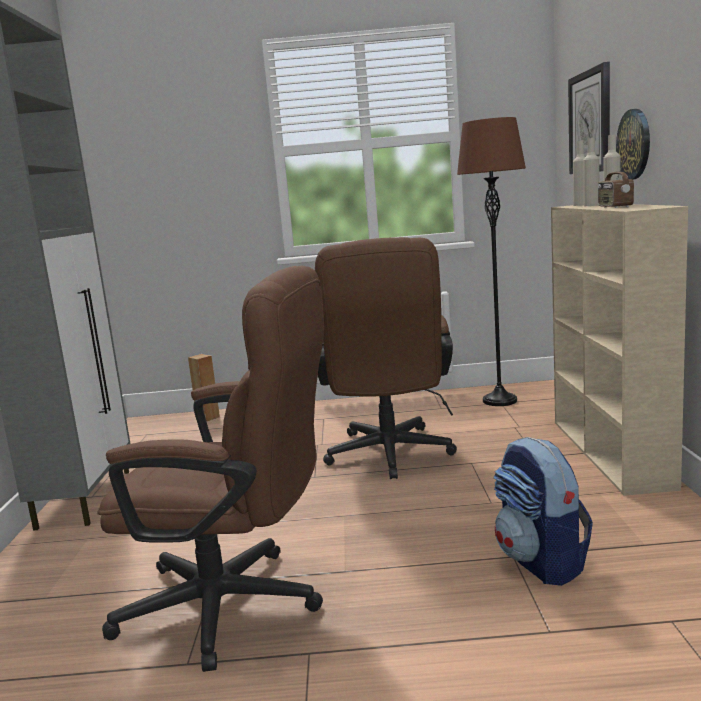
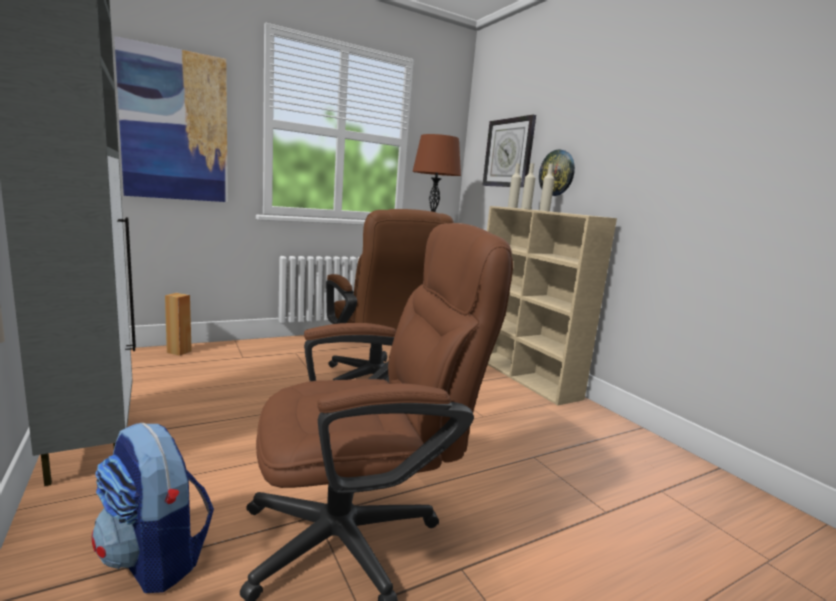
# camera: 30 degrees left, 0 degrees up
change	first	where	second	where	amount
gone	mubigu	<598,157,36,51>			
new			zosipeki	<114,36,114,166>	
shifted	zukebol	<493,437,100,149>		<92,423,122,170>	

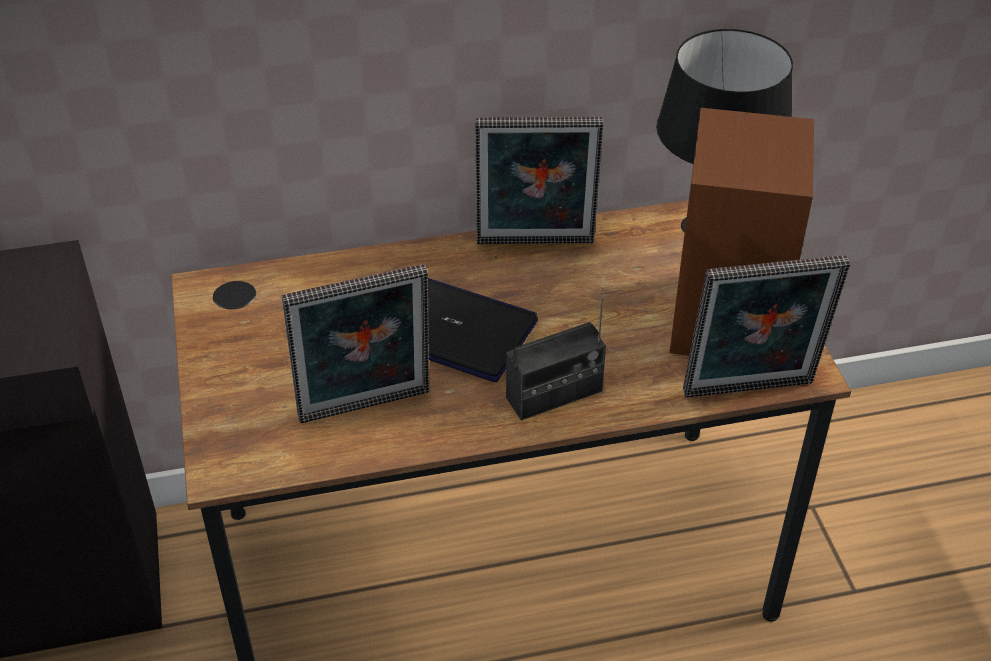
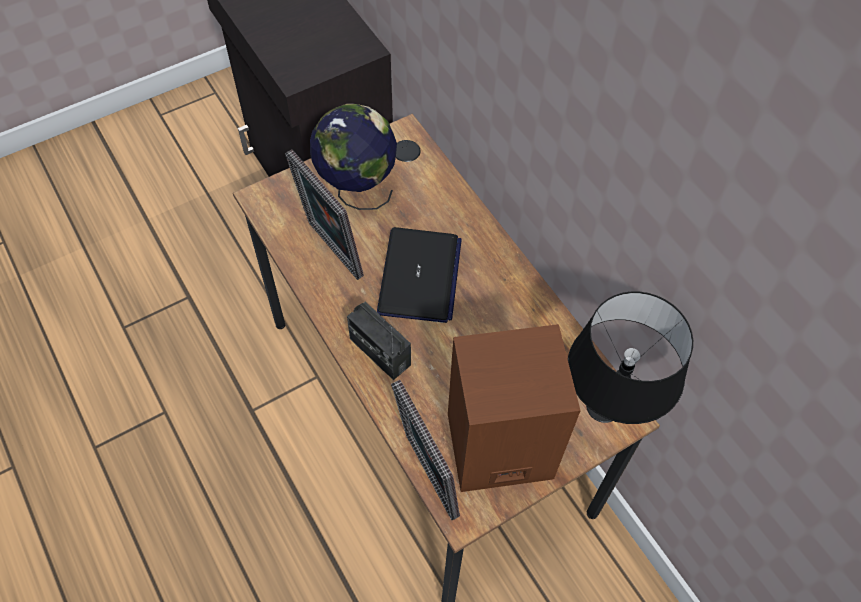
# camera: 70 degrees right, 15 degrees up
change	first	where	second	where	amount
gone	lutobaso	<475,117,128,127>			
new			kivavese	<310,104,87,106>	

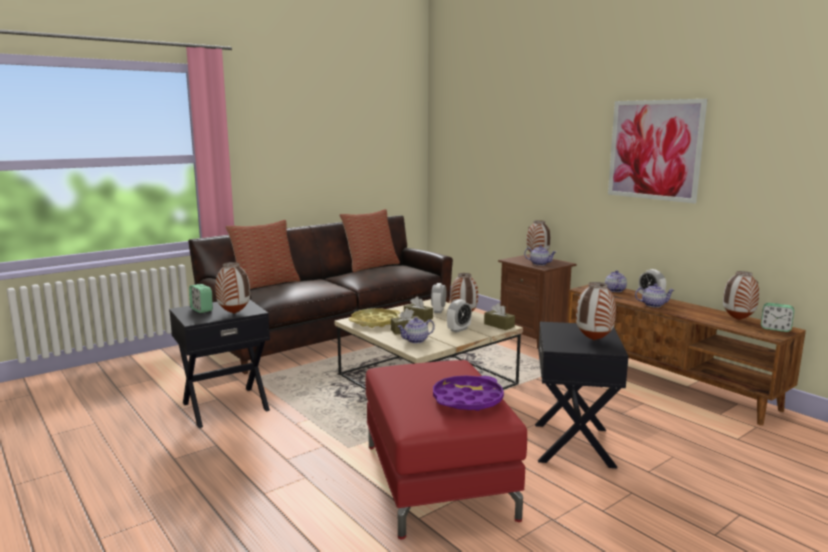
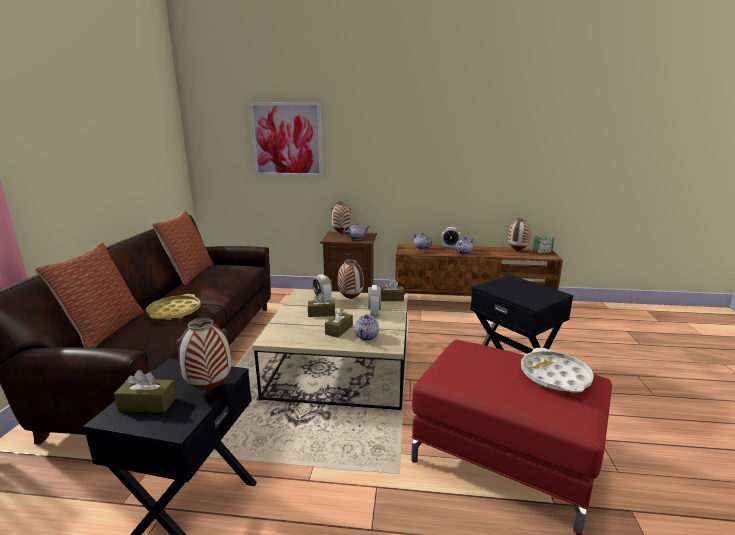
# camera: 45 degrees left, 5 degrees up
change	first	where	second	where	amount
gone	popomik	<576,282,40,58>			
shifted	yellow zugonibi	<349,308,51,20>		<146,294,55,26>	
shifted	zosipeki	<608,99,99,104>		<249,102,74,75>	
swapped	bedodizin	<189,284,24,29>	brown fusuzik	<114,370,63,43>	
repainted	purple zugonibi	<433,376,71,35>	white zugonibi	<521,348,73,45>	

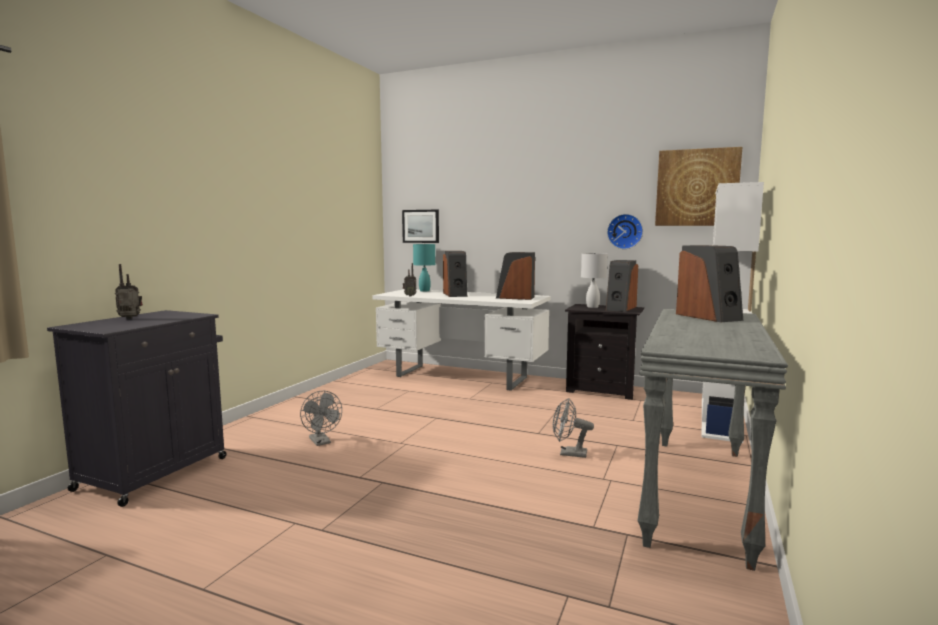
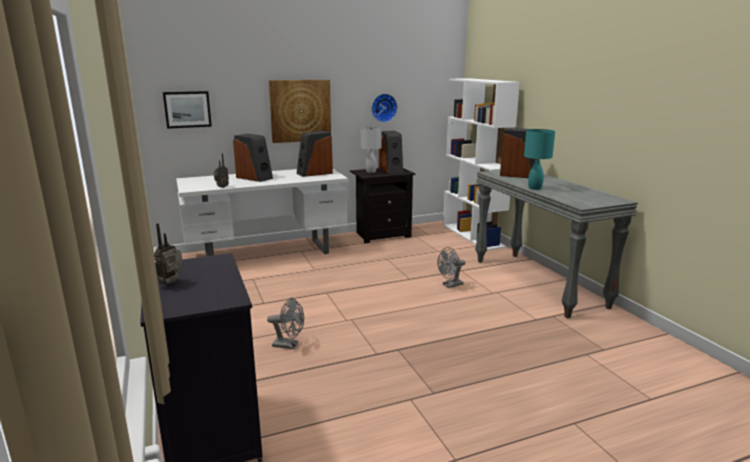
# camera: 45 degrees left, 10 degrees up
change	first	where	second	where	amount
shifted	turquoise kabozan	<413,243,22,48>		<524,129,31,61>	
shifted	zosipeki	<655,147,87,79>		<269,80,62,63>	

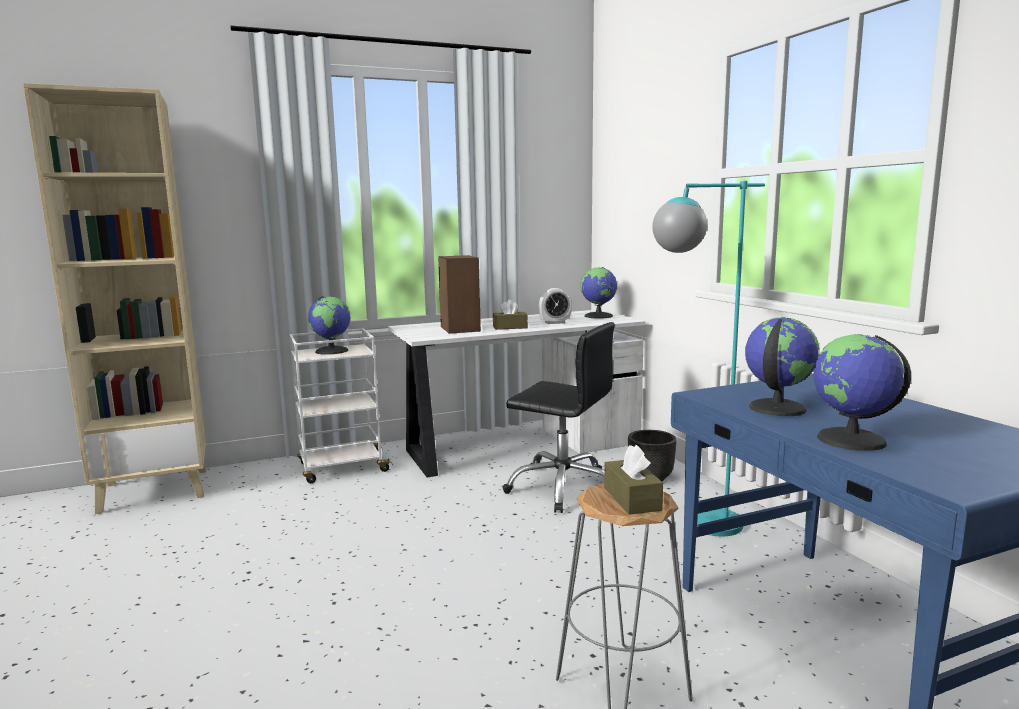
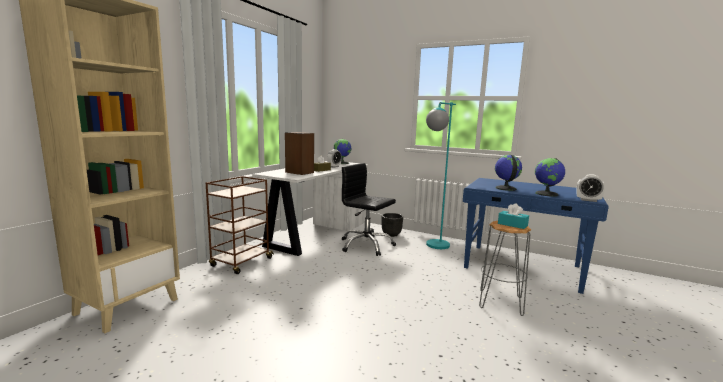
# camera: 40 degrees left, 0 degrees up
change	first	where	second	where	amount
gone	kivavese	<308,296,43,59>			
new			bedodizin	<576,174,29,28>	
repainted	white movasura	<289,328,104,155>	brown movasura	<206,176,68,98>	
repainted	brown fusuzik	<604,445,59,70>	turquoise fusuzik	<498,203,31,26>	
rotated	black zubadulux	<502,322,113,191>		<342,163,54,93>	135 degrees counterclockwise

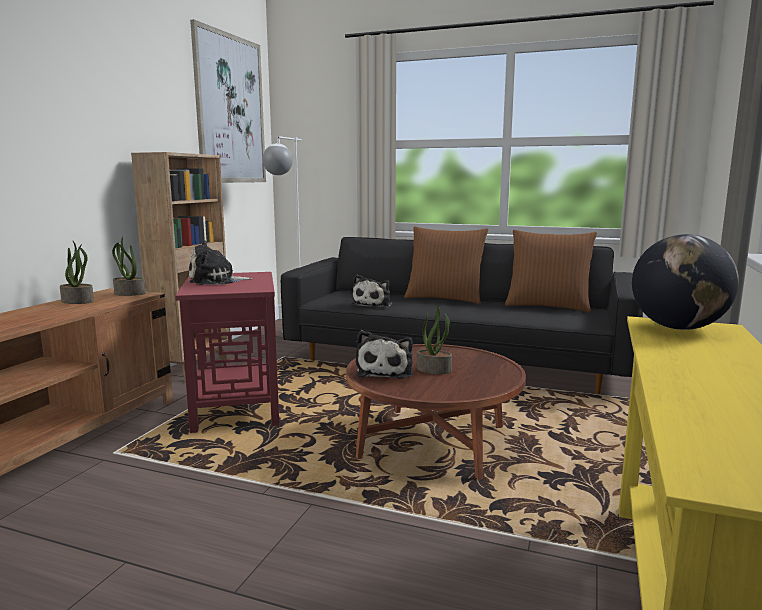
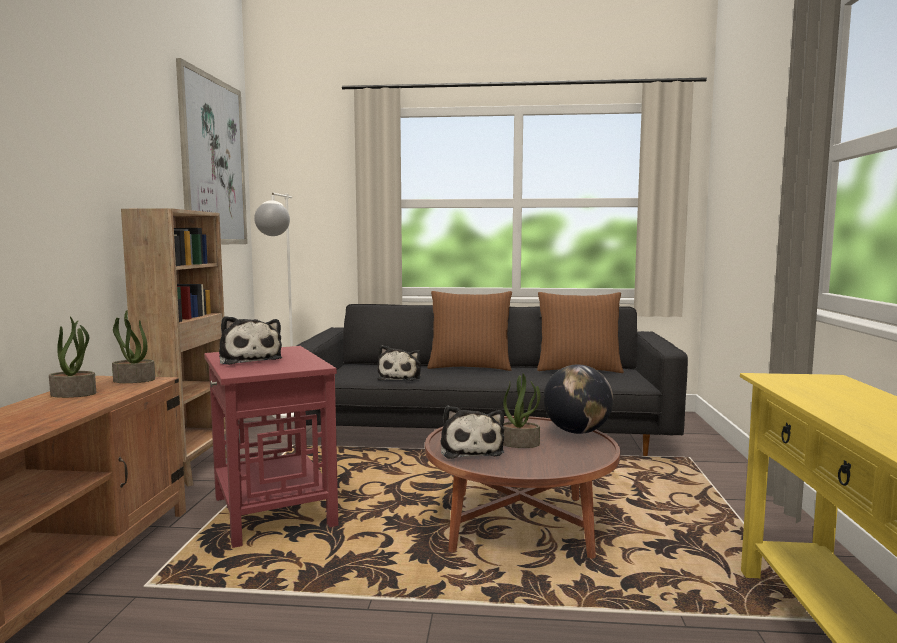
# camera: 15 degrees left, 5 degrees down
change	first	where	second	where	amount
shifted	kivavese	<632,234,107,96>		<544,364,69,70>	
rotated	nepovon	<189,240,64,45>		<219,316,63,49>	90 degrees counterclockwise

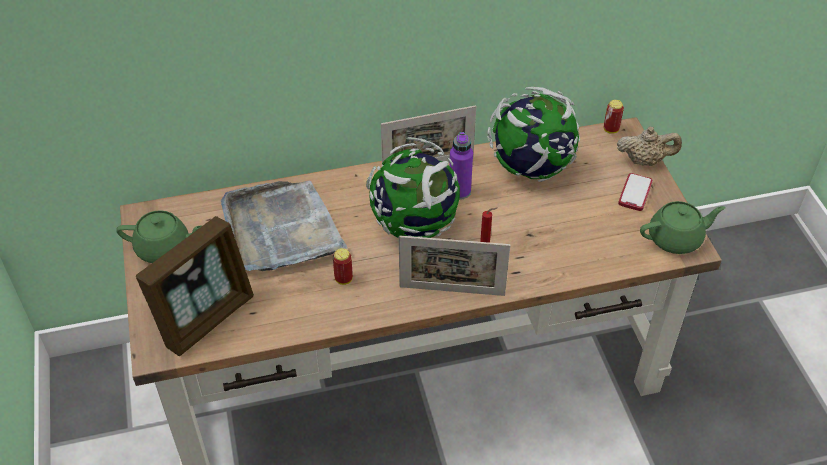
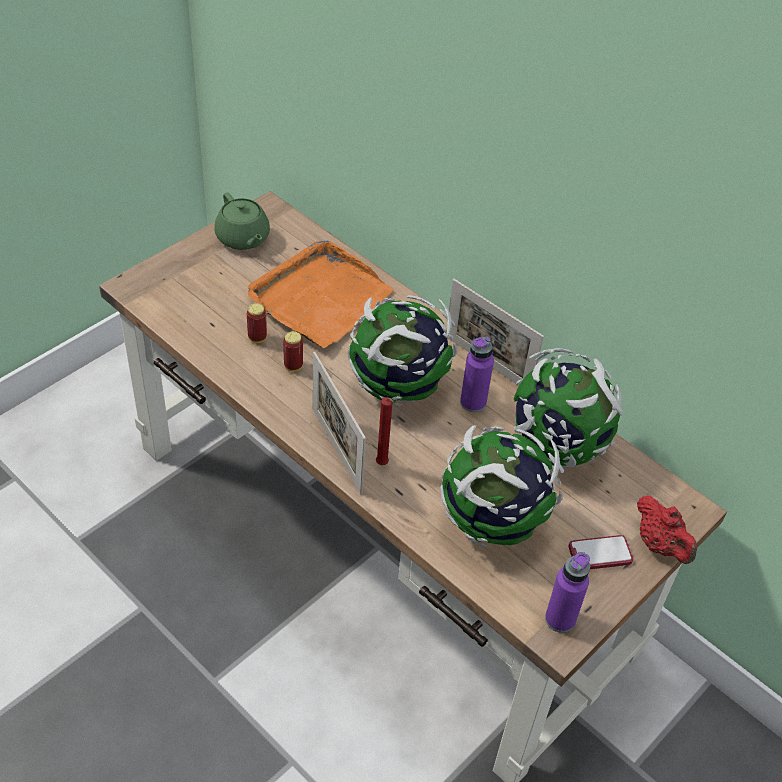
# camera: 55 degrees right, 0 degrees up
change	first	where	second	where	amount
gone	lutobaso	<136,216,118,140>			
new			kivavese	<440,425,124,122>	
shifted	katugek	<604,100,20,34>		<247,303,20,40>	
swapped	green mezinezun	<640,201,85,53>	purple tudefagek	<545,552,45,81>	
repainted	grey zugonibi	<221,181,127,90>	orange zugonibi	<248,241,145,107>	
repainted	beige mezinezun	<617,127,65,39>	red mezinezun	<637,496,60,68>	

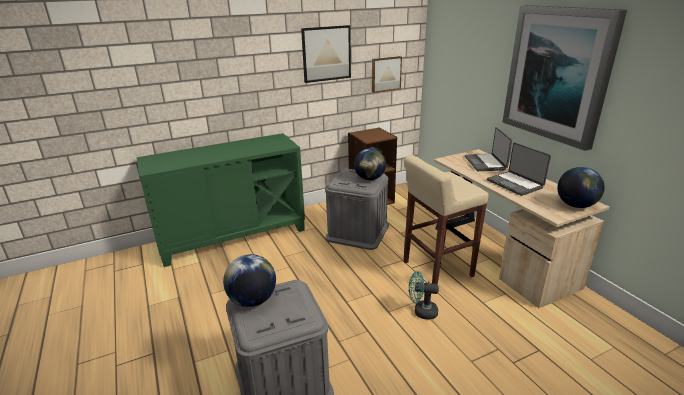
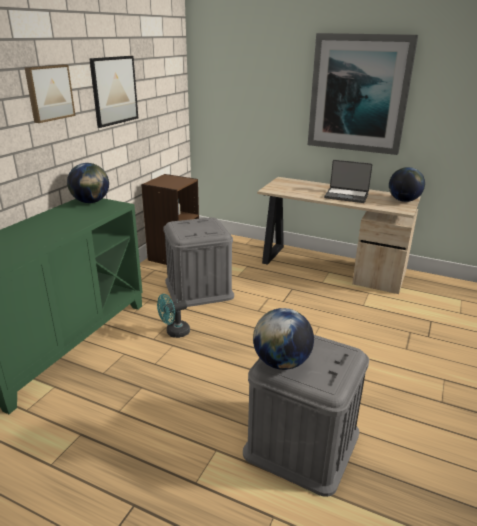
# camera: 40 degrees left, 0 degrees up
change	first	where	second	where	amount
gone	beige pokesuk	<403,155,86,129>			
gone	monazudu	<465,127,47,44>			
shifted	kivavese	<354,148,32,32>		<67,163,42,40>	
shifted	zosipeki	<372,56,30,37>		<25,64,50,59>	
shifted	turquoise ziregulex	<409,271,30,49>		<157,294,33,44>	

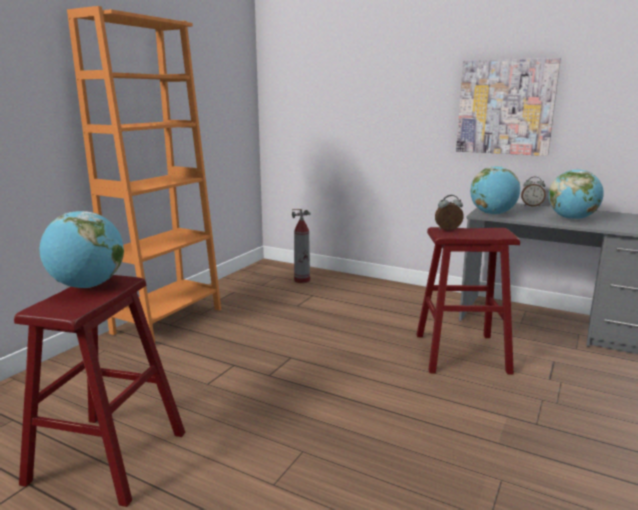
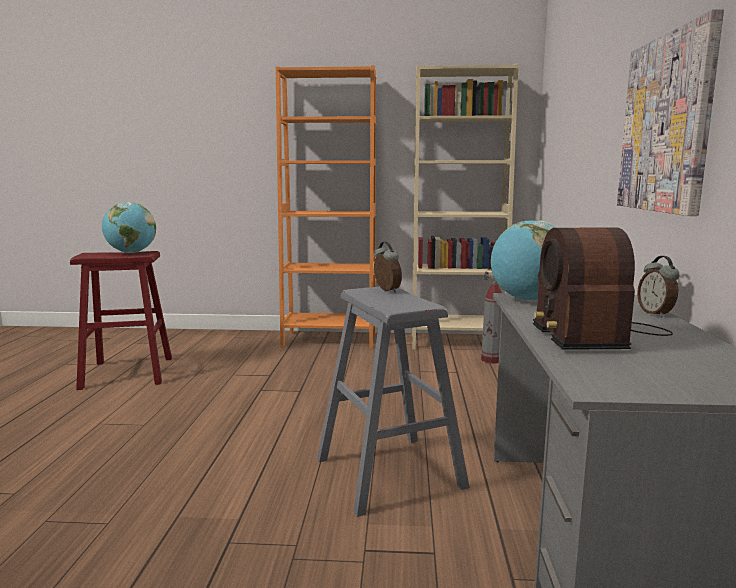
# camera: 65 degrees right, 5 degrees down
change	first	where	second	where	amount
new			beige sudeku	<412,64,106,285>	
swapped	kivavese	<549,169,55,51>	mubigu	<533,228,140,122>	
repainted	red pokesuk	<416,227,104,148>	grey pokesuk	<317,287,152,230>	

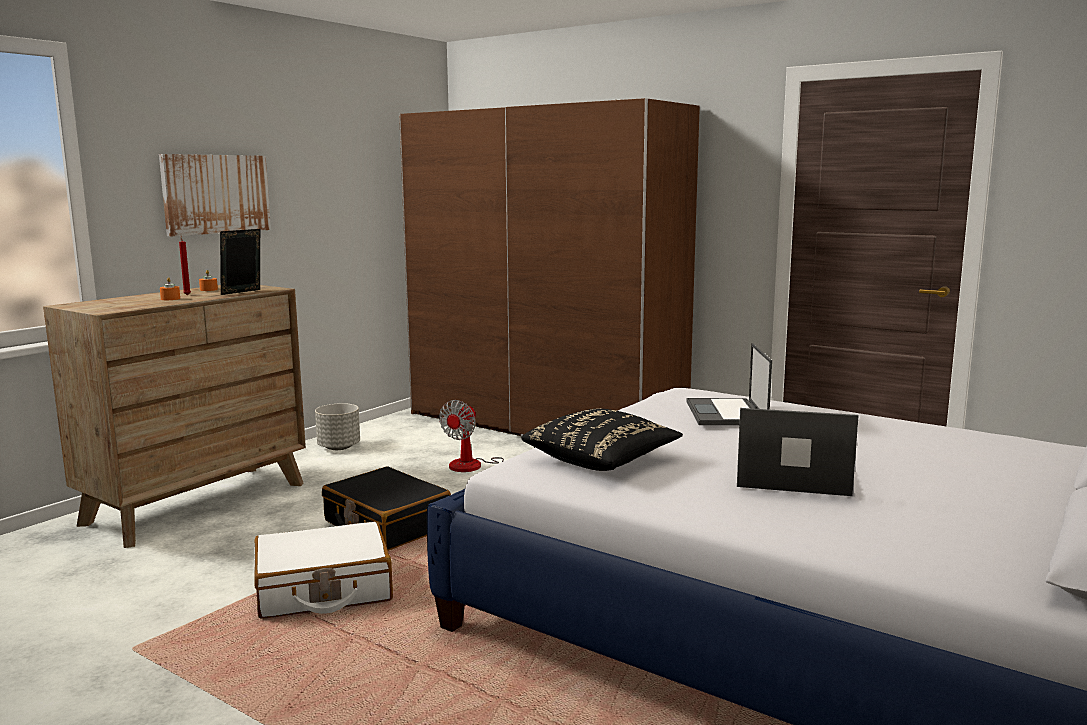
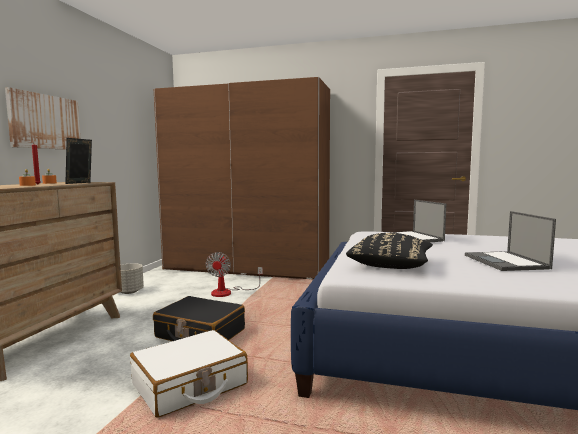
# camera: 20 degrees left, 5 degrees down
change	first	where	second	where	amount
rotated	monazudu	<737,408,122,88>		<465,211,91,60>	90 degrees counterclockwise

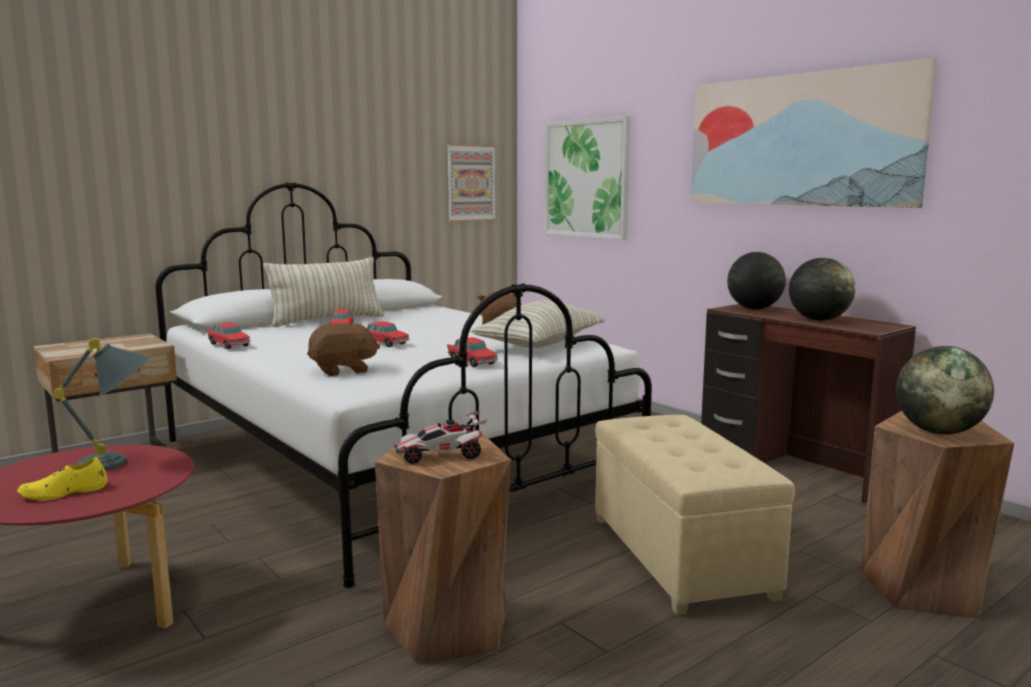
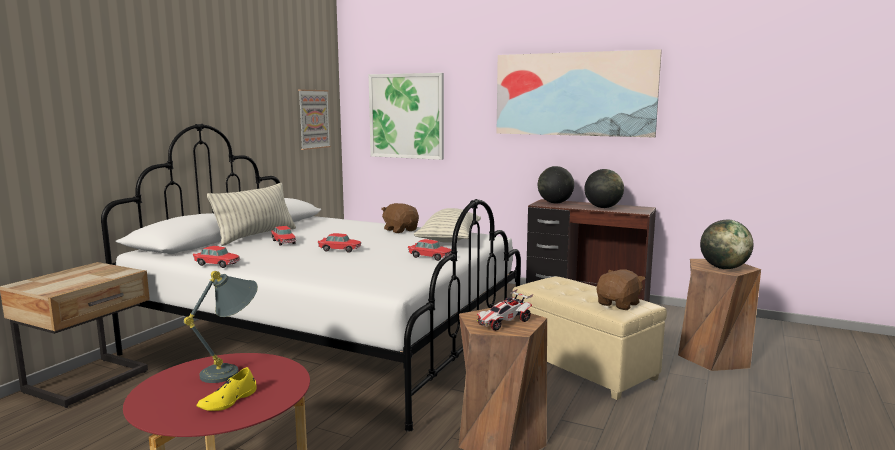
# camera: 25 degrees left, 0 degrees up
change	first	where	second	where	amount
shifted	brown nepovon	<307,323,73,53>		<597,269,48,41>	

